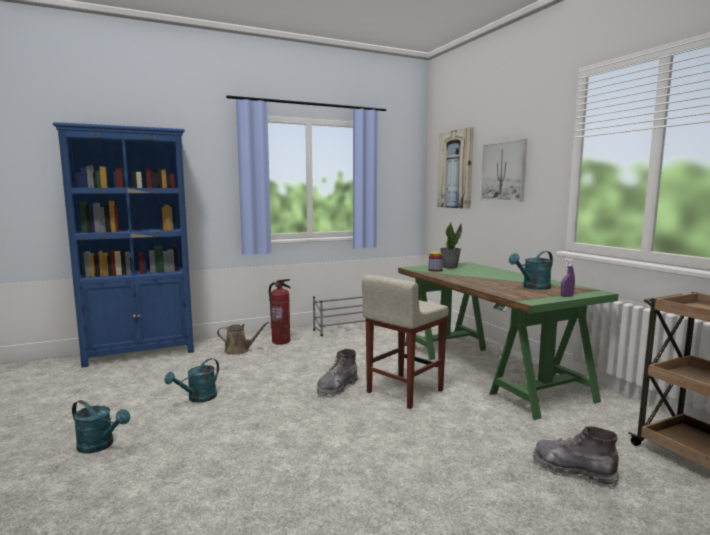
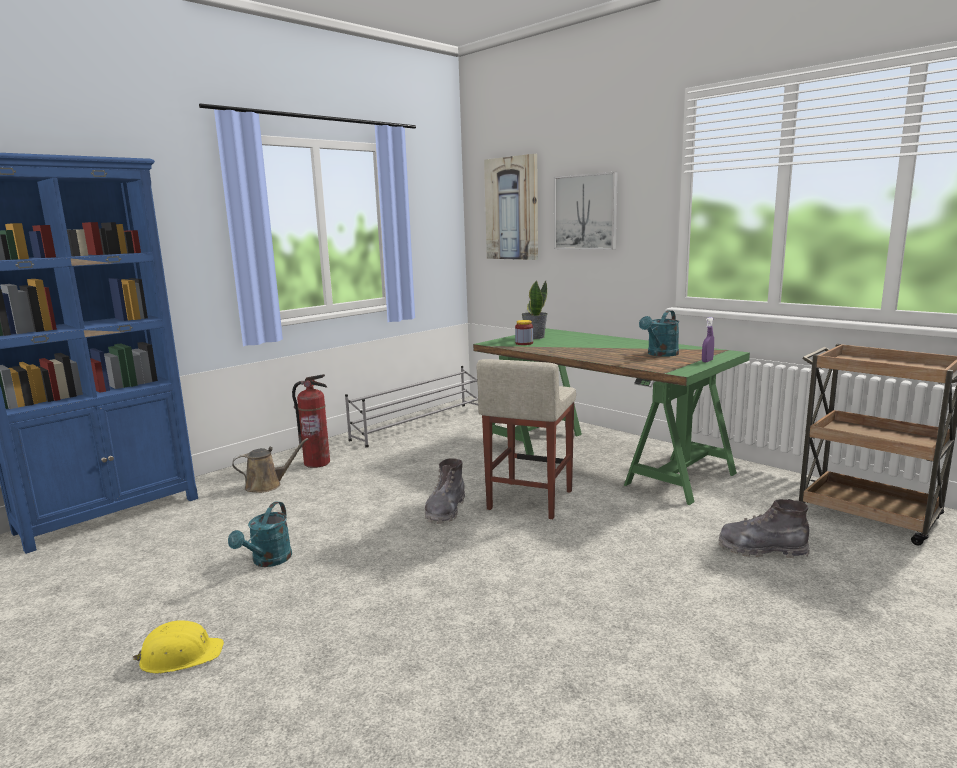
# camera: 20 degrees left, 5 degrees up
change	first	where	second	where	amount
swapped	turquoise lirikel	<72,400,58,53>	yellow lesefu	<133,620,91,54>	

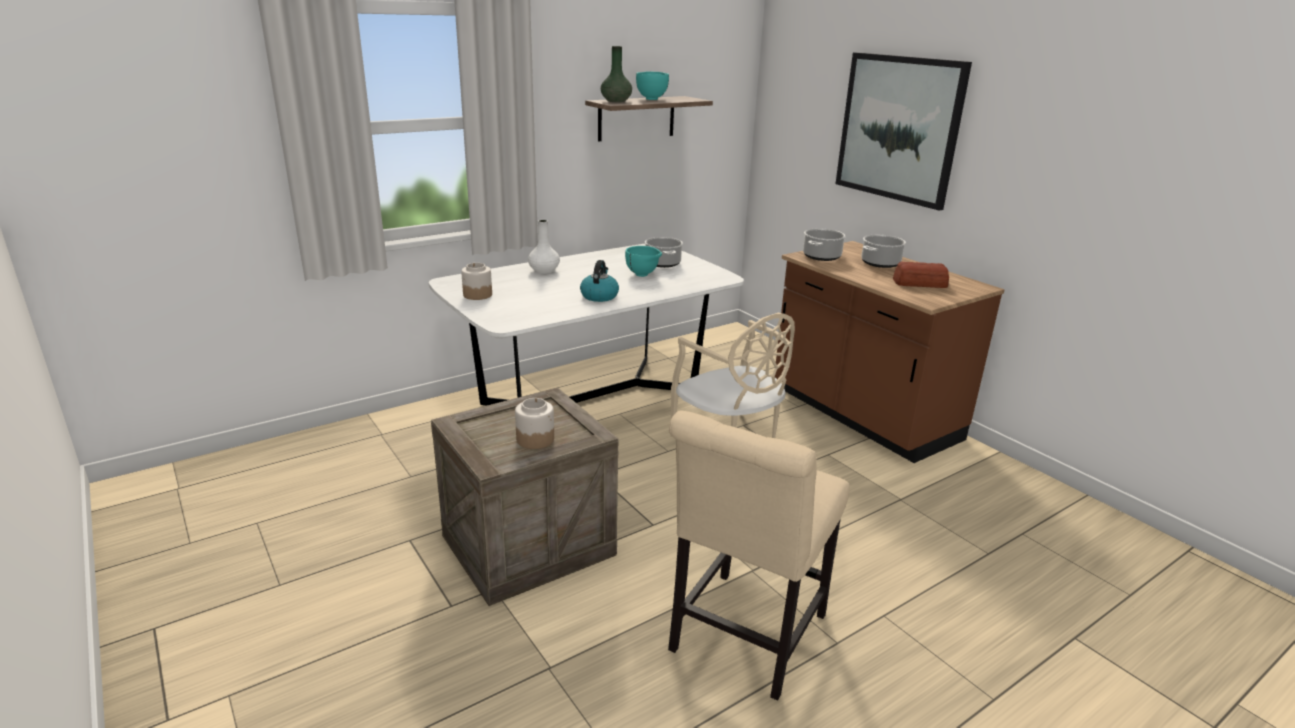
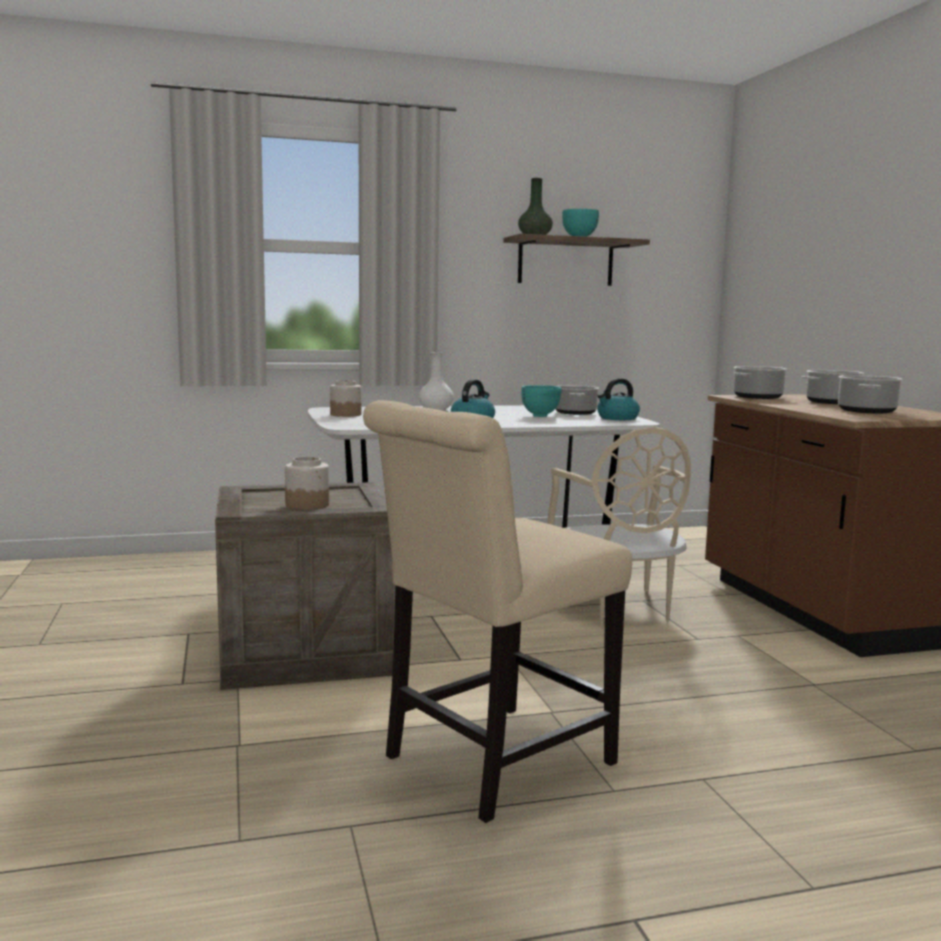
# camera: 20 degrees right, 15 degrees down
change	first	where	second	where	amount
gone	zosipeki	<836,53,136,157>			
new			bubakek	<597,378,43,42>	
swapped	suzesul	<893,262,56,26>	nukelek	<838,375,65,39>	

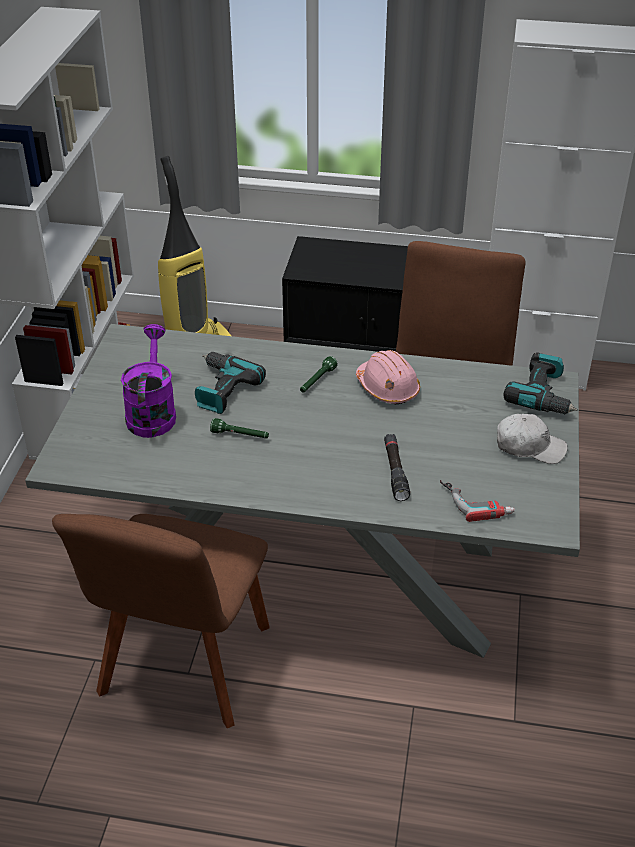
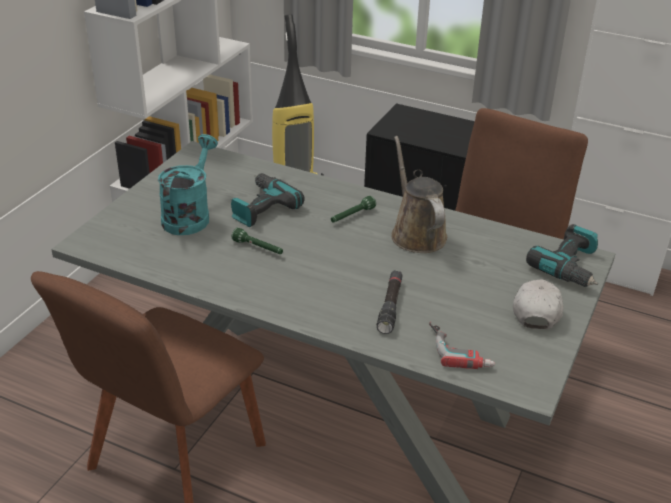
# camera: 15 degrees right, 5 degrees down
change	first	where	second	where	amount
swapped	pink lesefu	<356,350,64,54>	brown lirikel	<391,136,56,117>	
repainted	purple lirikel	<121,324,55,114>	turquoise lirikel	<158,134,60,101>	
rotated	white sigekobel	<497,414,71,50>		<513,279,50,50>	105 degrees counterclockwise

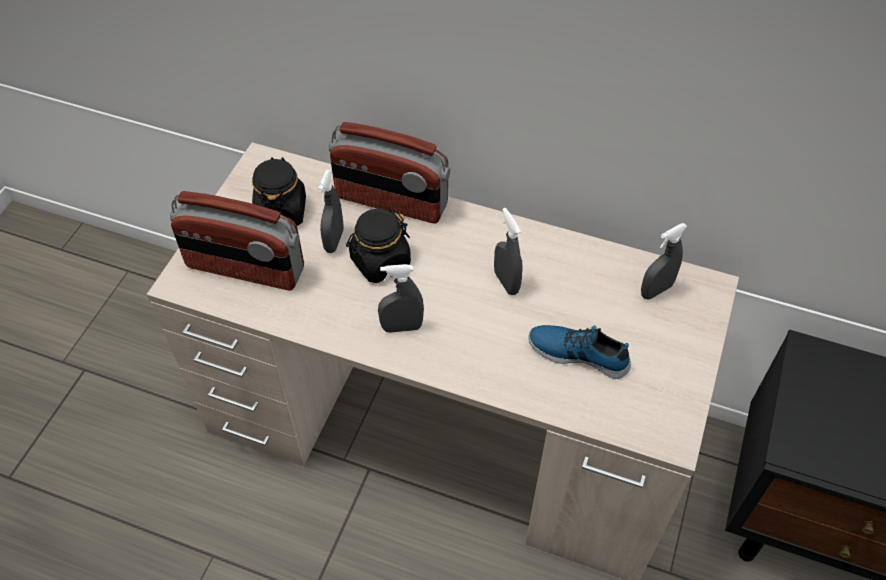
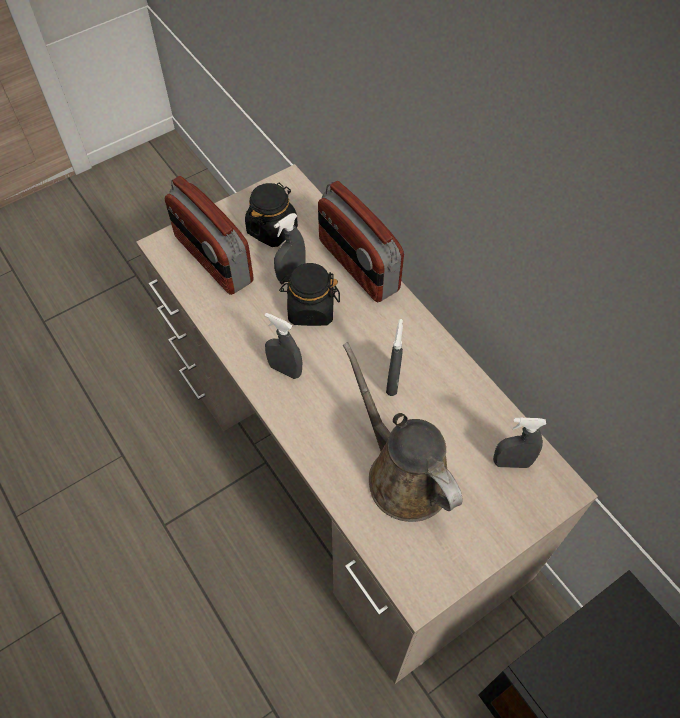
# camera: 35 degrees right, 5 degrees up
change	first	where	second	where	amount
swapped	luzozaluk	<529,325,102,54>	brown lirikel	<343,342,119,180>	

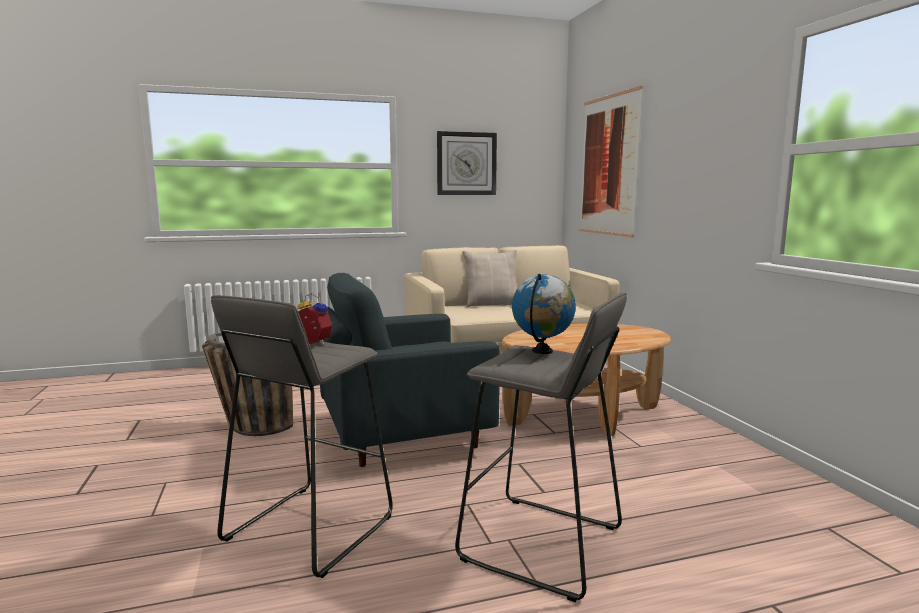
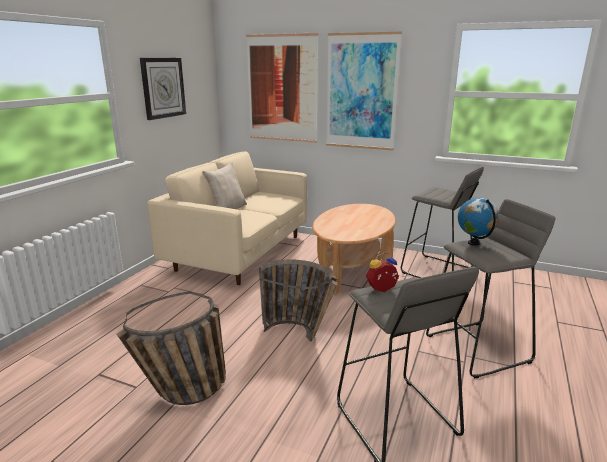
# camera: 50 degrees left, 10 degrees up
change	first	where	second	where	amount
new			zosipeki	<326,32,76,118>	
new			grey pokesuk	<401,167,83,111>	
swapped	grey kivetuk	<320,273,180,194>	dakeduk	<259,259,79,83>	

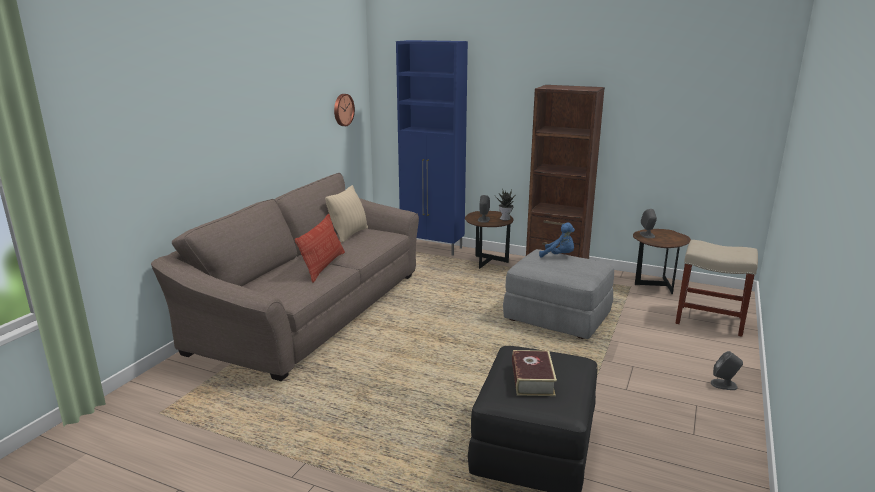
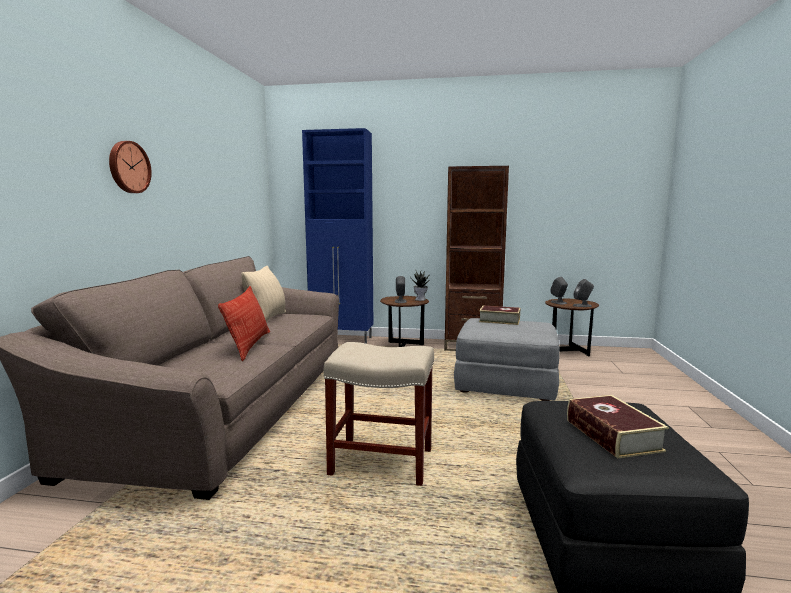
# camera: 15 degrees left, 10 degrees down
change	first	where	second	where	amount
shifted	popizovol	<334,94,21,32>		<109,141,43,52>	
shifted	beige pokesuk	<675,240,83,97>		<324,342,110,144>	
shifted	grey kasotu	<711,351,32,39>		<573,279,21,28>	
swapped	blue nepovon	<539,222,36,36>	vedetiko	<479,305,41,20>	

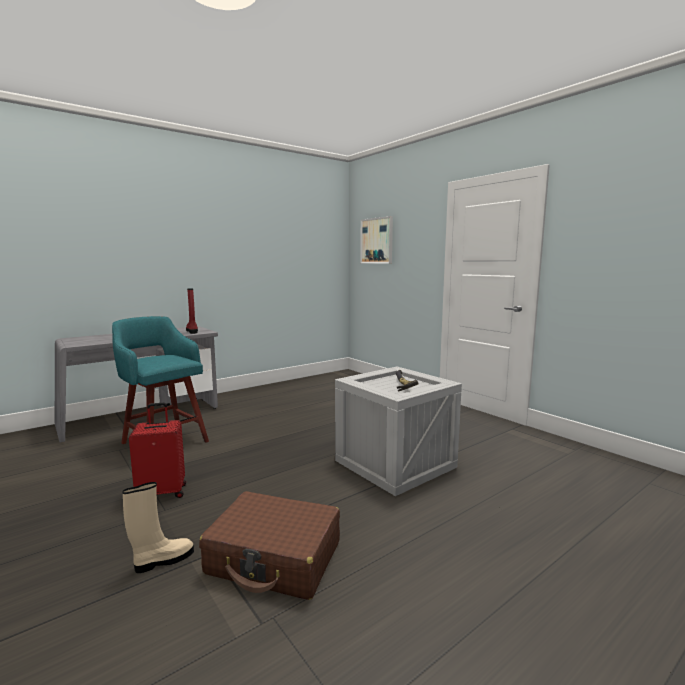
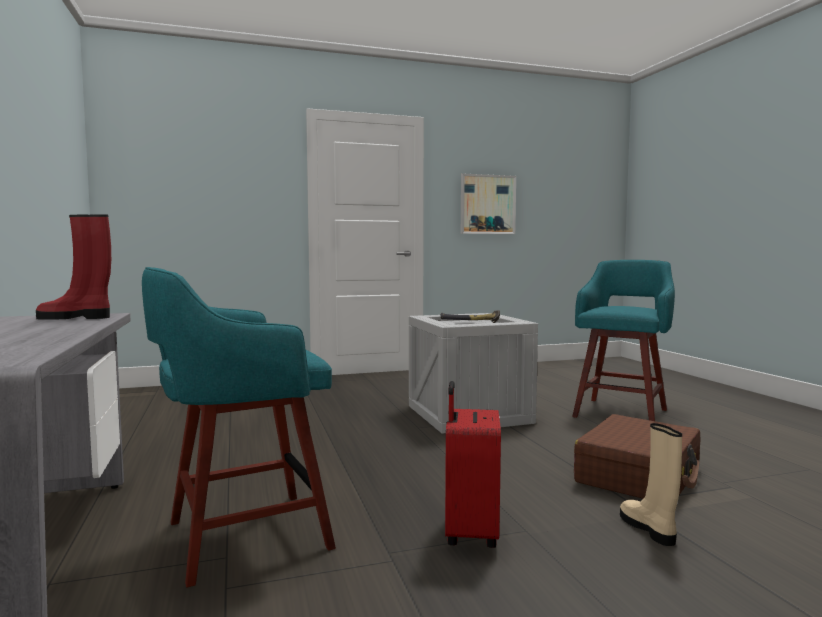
# camera: 70 degrees left, 5 degrees down
change	first	where	second	where	amount
new			turquoise pokesuk	<572,260,103,161>	
shifted	zosipeki	<360,216,33,47>		<461,174,55,60>	

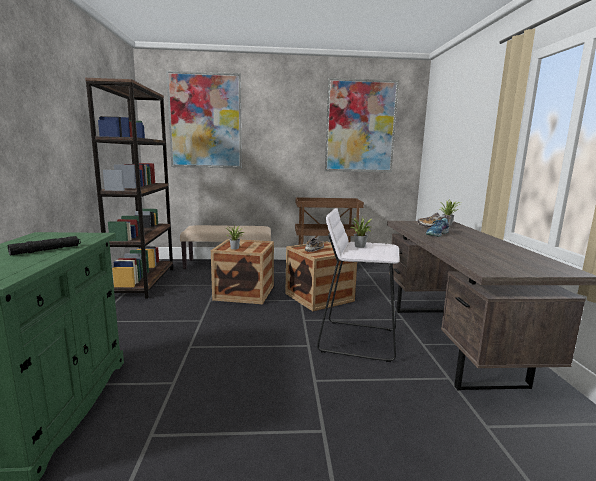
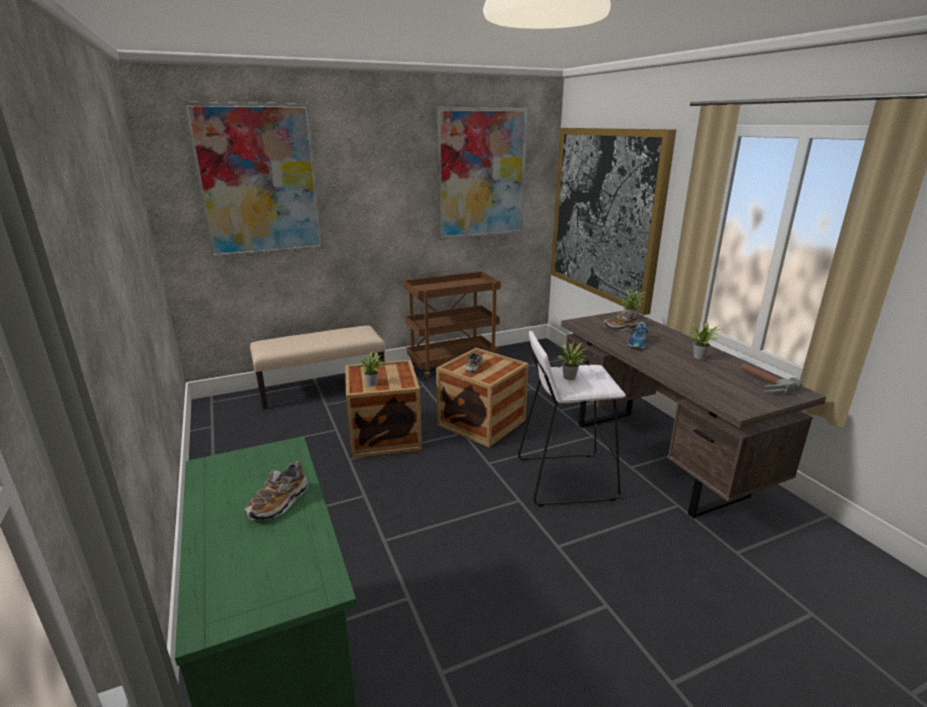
# camera: 20 degrees left, 10 degrees up
change	first	where	second	where	amount
gone	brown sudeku	<85,78,88,221>			
new			zosipeki	<551,128,125,187>	
new			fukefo	<691,322,32,38>	
new			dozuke	<741,363,61,31>	
swapped	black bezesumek	<8,236,73,19>	luzozaluk	<245,461,63,59>	

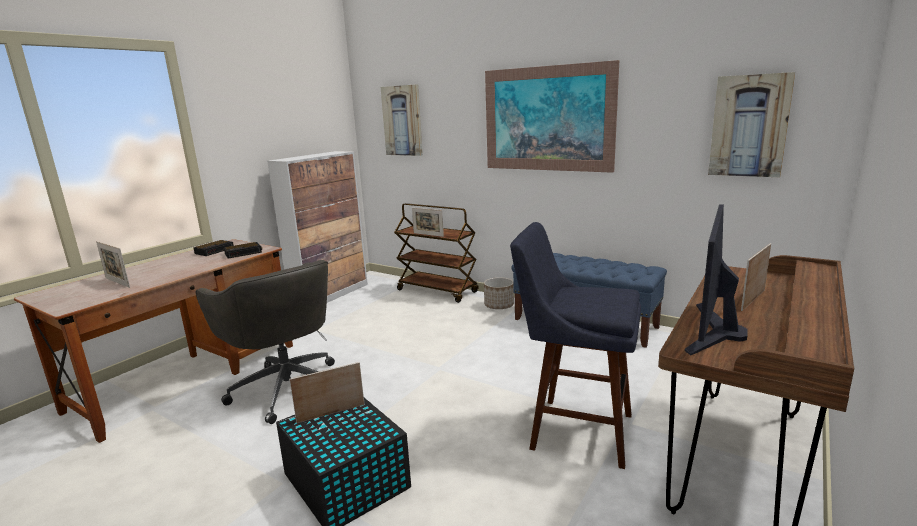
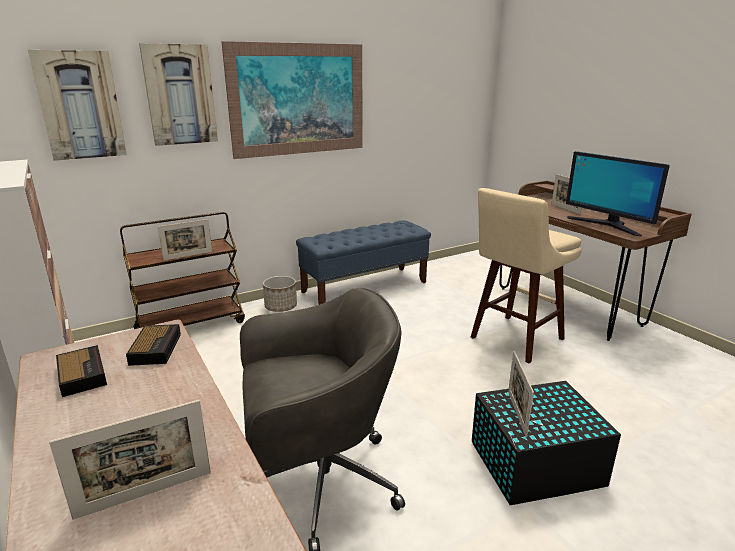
# camera: 65 degrees left, 5 degrees up
change	first	where	second	where	amount
shifted	zosipeki	<708,72,87,105>		<139,43,79,103>	
repainted	blue pokesuk	<510,222,131,247>	beige pokesuk	<471,188,111,175>	

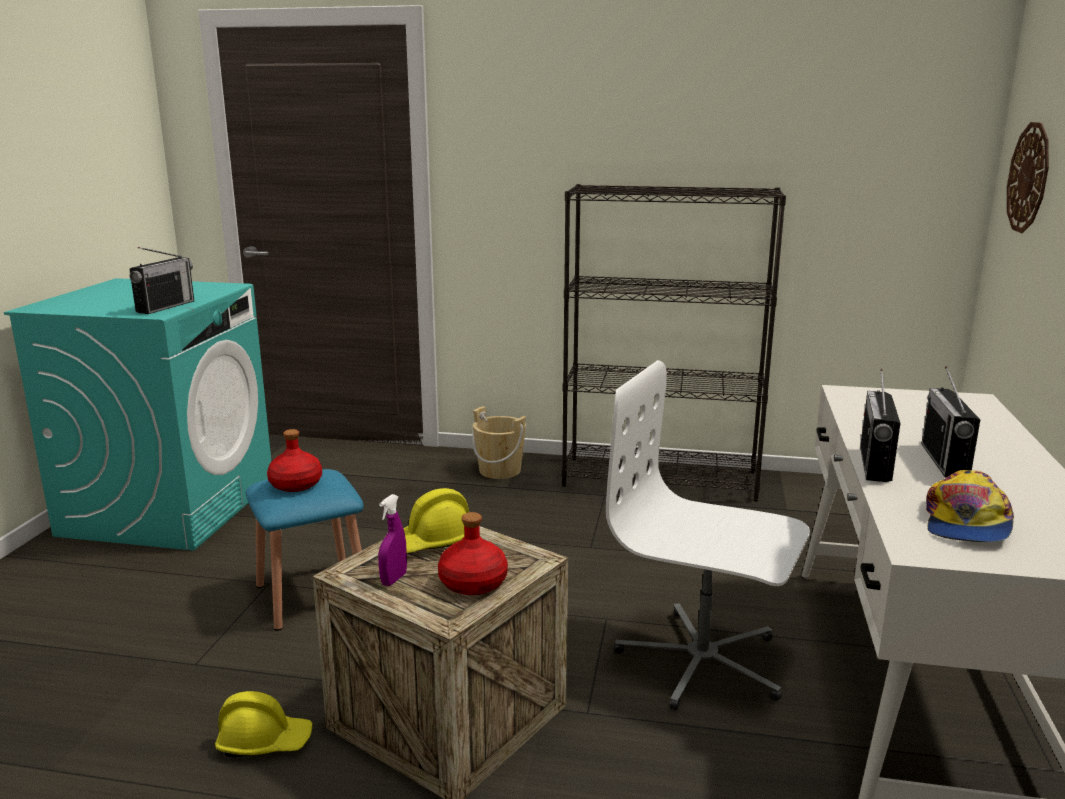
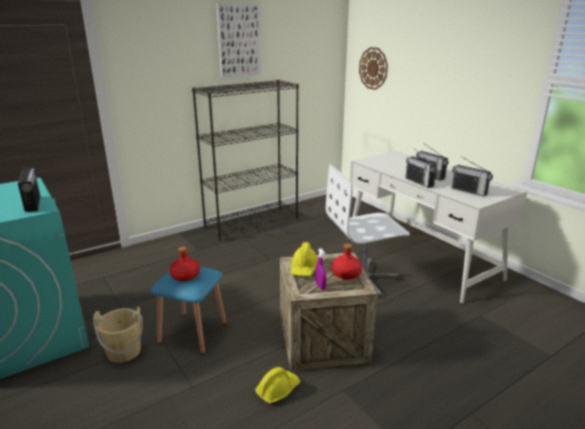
# camera: 45 degrees left, 5 degrees up
change	first	where	second	where	amount
new			zosipeki	<216,4,44,73>	
shifted	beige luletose	<473,406,53,73>		<93,307,50,56>	
swapped	sigekobel	<926,470,88,72>	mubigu	<451,156,42,41>	

